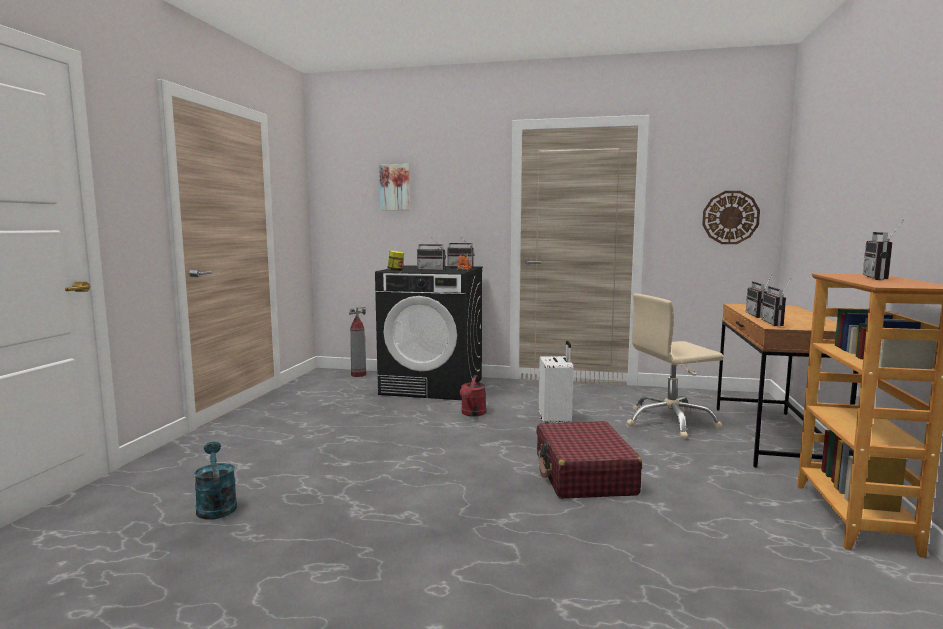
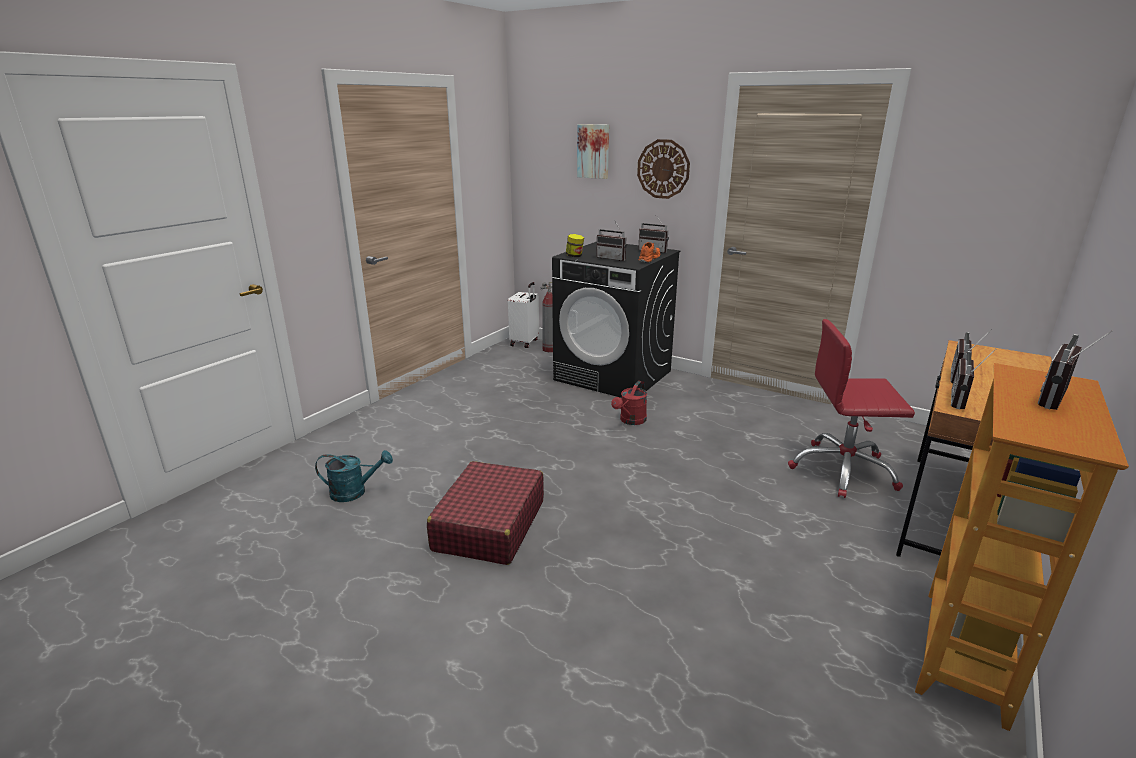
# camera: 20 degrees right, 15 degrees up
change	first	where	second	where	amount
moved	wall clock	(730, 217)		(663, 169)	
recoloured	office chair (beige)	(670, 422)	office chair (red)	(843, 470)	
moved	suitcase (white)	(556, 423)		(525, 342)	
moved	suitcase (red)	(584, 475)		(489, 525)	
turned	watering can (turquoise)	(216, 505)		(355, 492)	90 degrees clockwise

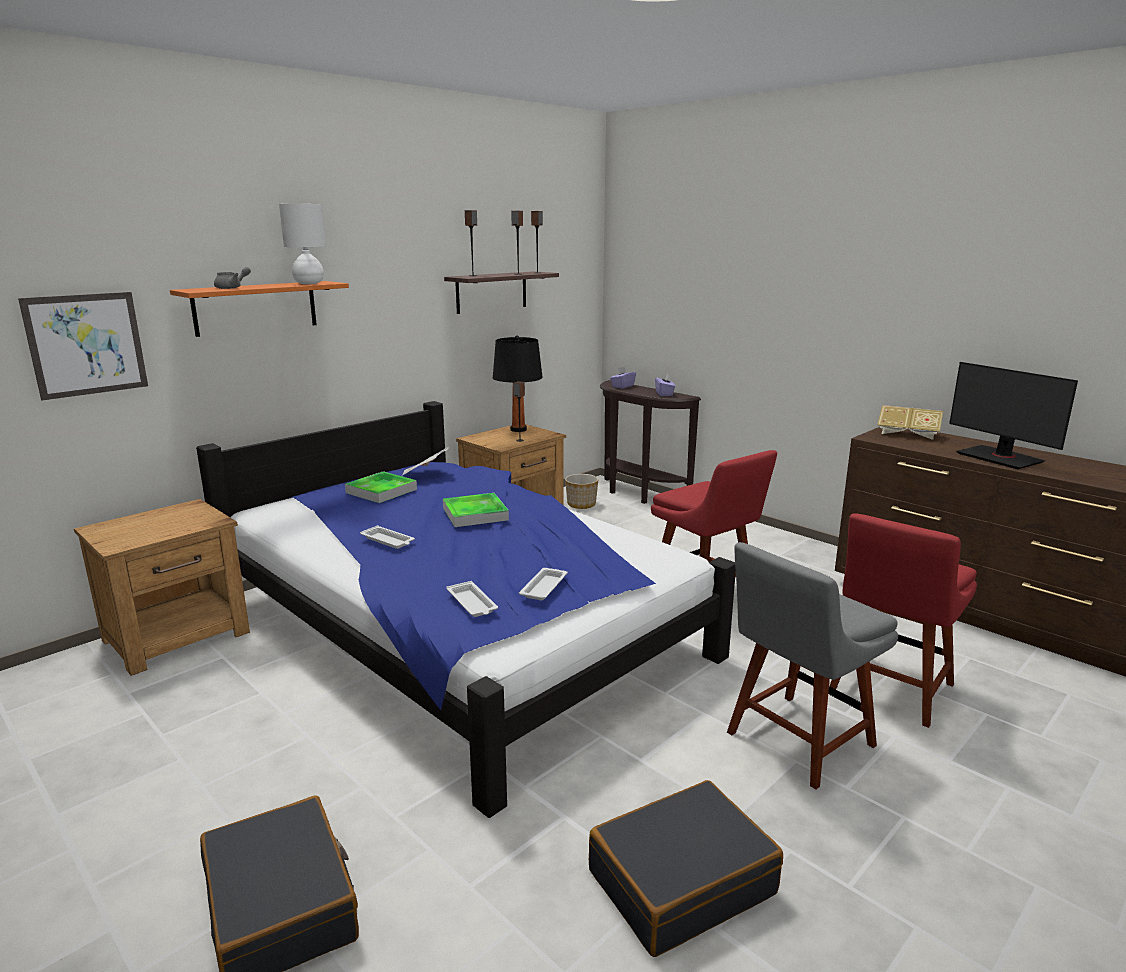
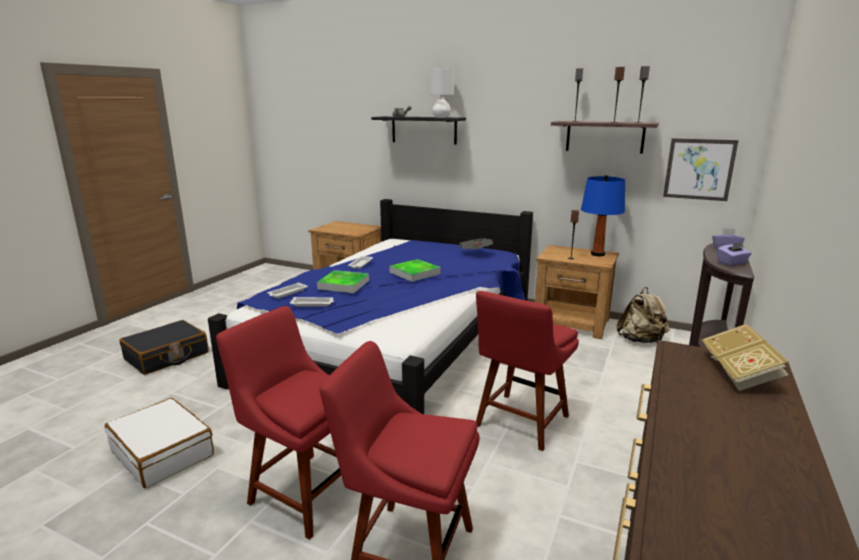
# camera: 70 degrees right, 0 degrees up
change	first	where	second	where	amount
recoloured	shelf (orange)	(256, 308)	shelf (black)	(423, 130)	
moved	picture	(86, 344)		(699, 169)	
recoloured	table lamp (black)	(518, 429)	table lamp (blue)	(597, 254)	
removed	monitor	(1000, 457)			
moved	tray	(381, 491)		(343, 284)	
replaced	planter	(581, 504)	backpack (beige)	(641, 340)	
recoloured	chair (grey)	(795, 742)	chair (red)	(305, 490)	
recoloured	suitcase (black)	(681, 881)	suitcase (white)	(163, 452)	

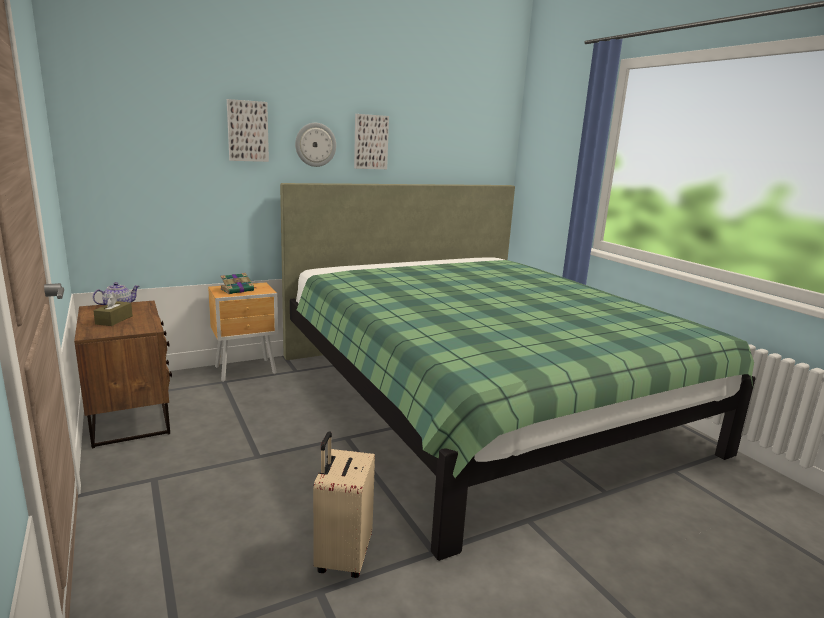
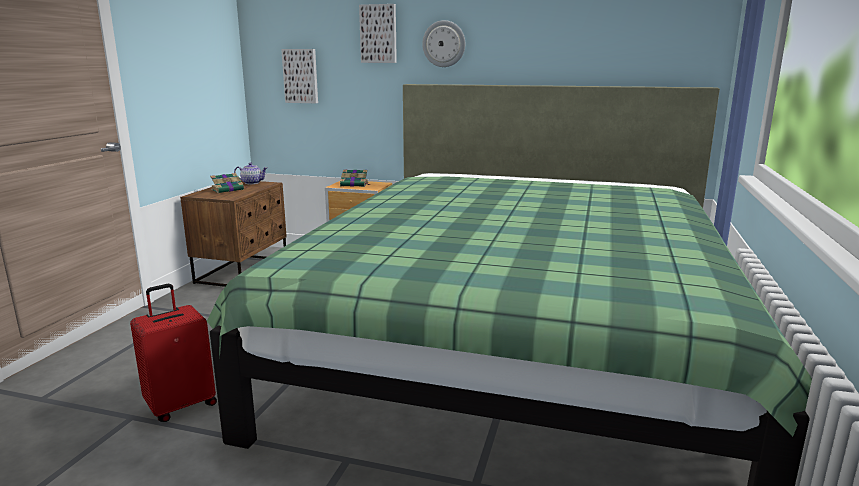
# camera: 45 degrees right, 0 degrees up
change	first	where	second	where	amount
moved	picture	(370, 142)		(301, 76)	
replaced	tissue box (brown)	(114, 320)	book	(228, 189)	
recoloured	suitcase (beige)	(342, 556)	suitcase (red)	(181, 405)	

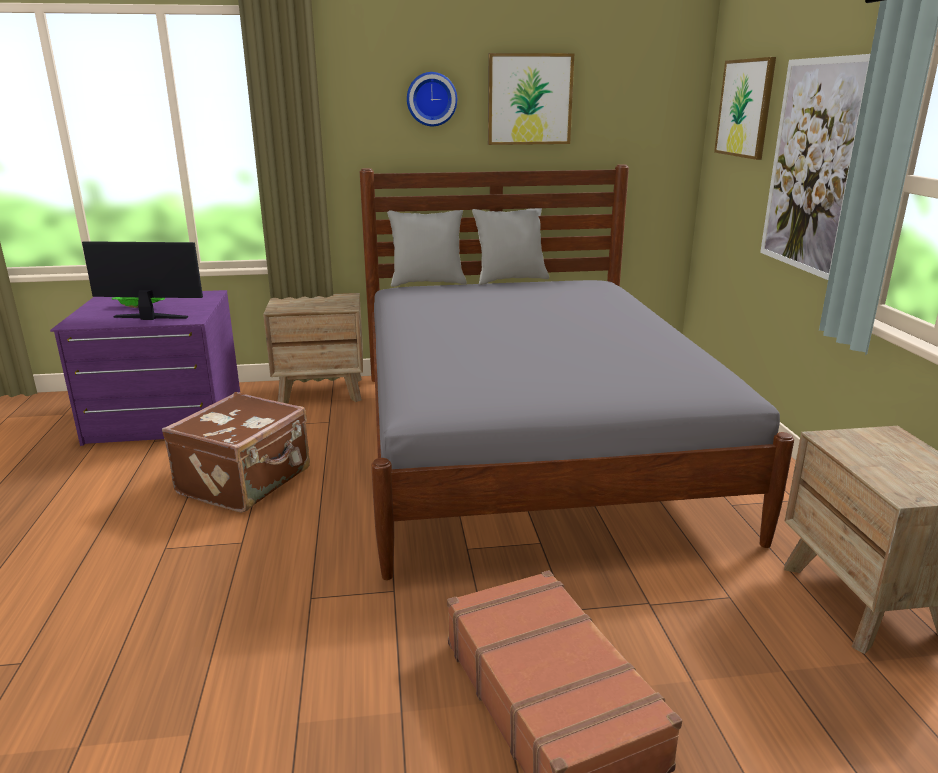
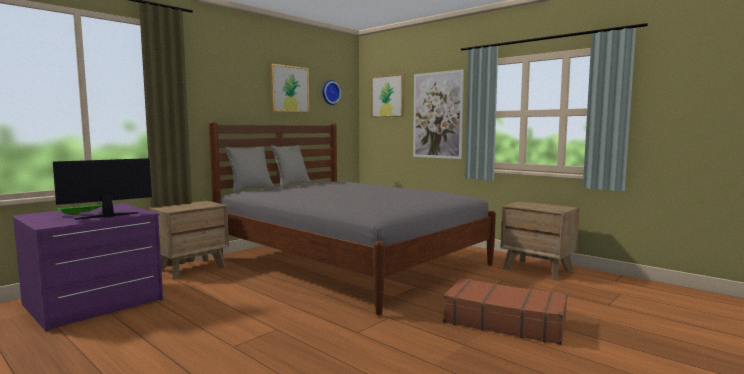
# camera: 40 degrees left, 15 degrees down
change	first	where	second	where	amount
moved	wall clock	(431, 99)		(330, 92)	
removed	suitcase (brown)	(246, 481)			

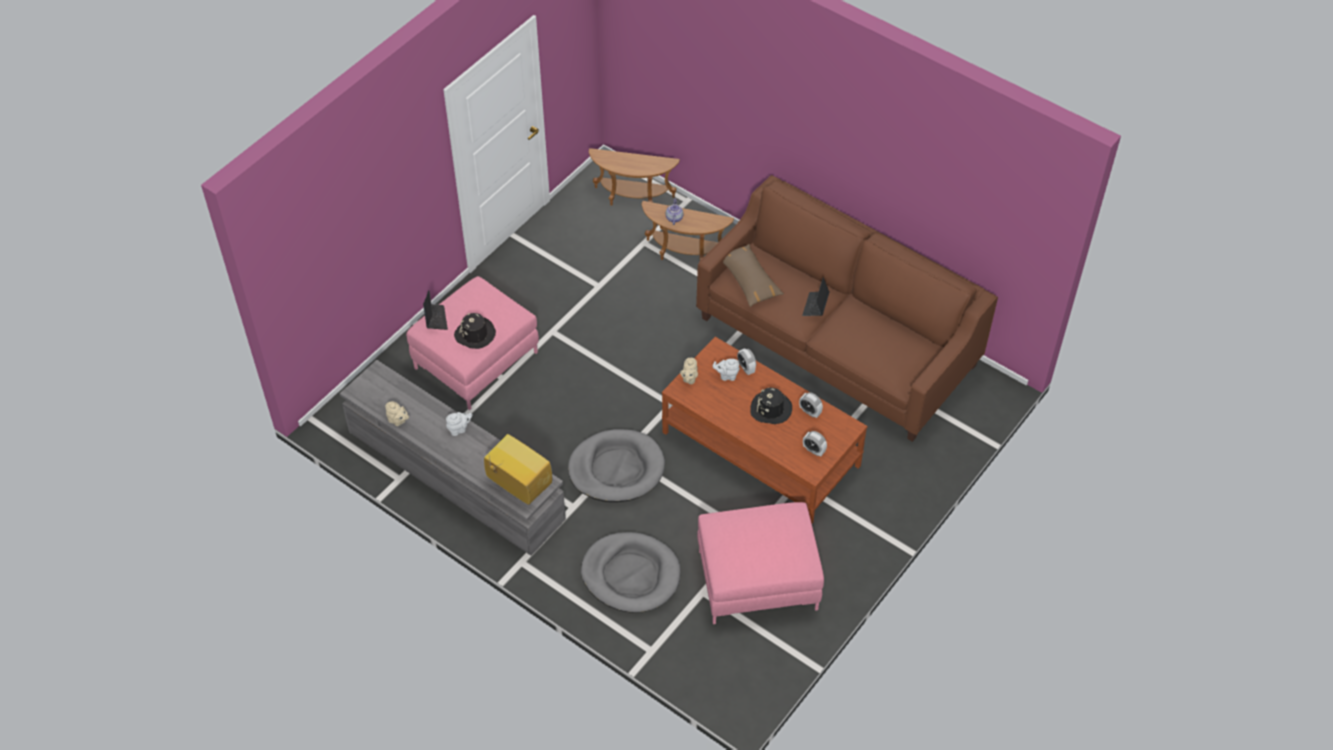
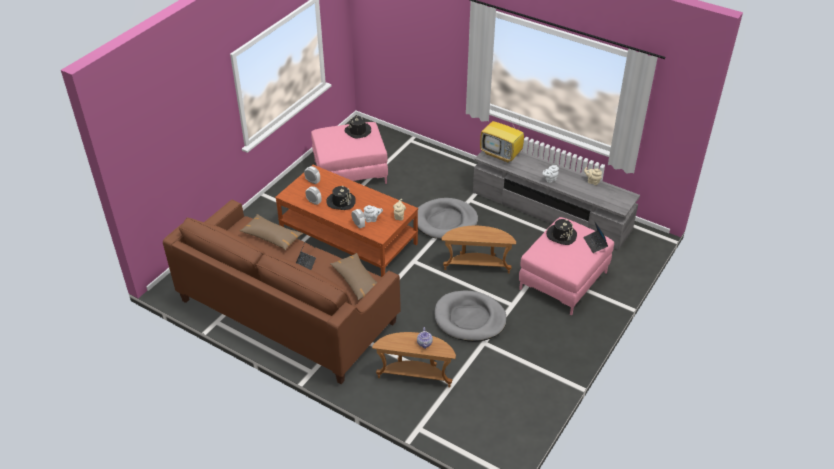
# camera: 175 degrees right, 10 degrees down
change	first	where	second	where	amount
moved	side table (brown)	(633, 198)		(477, 265)	
moved	dog bed (grey)	(631, 574)		(469, 319)	
added			hat (black)	(358, 131)	
added			pillow (brown)	(271, 237)	

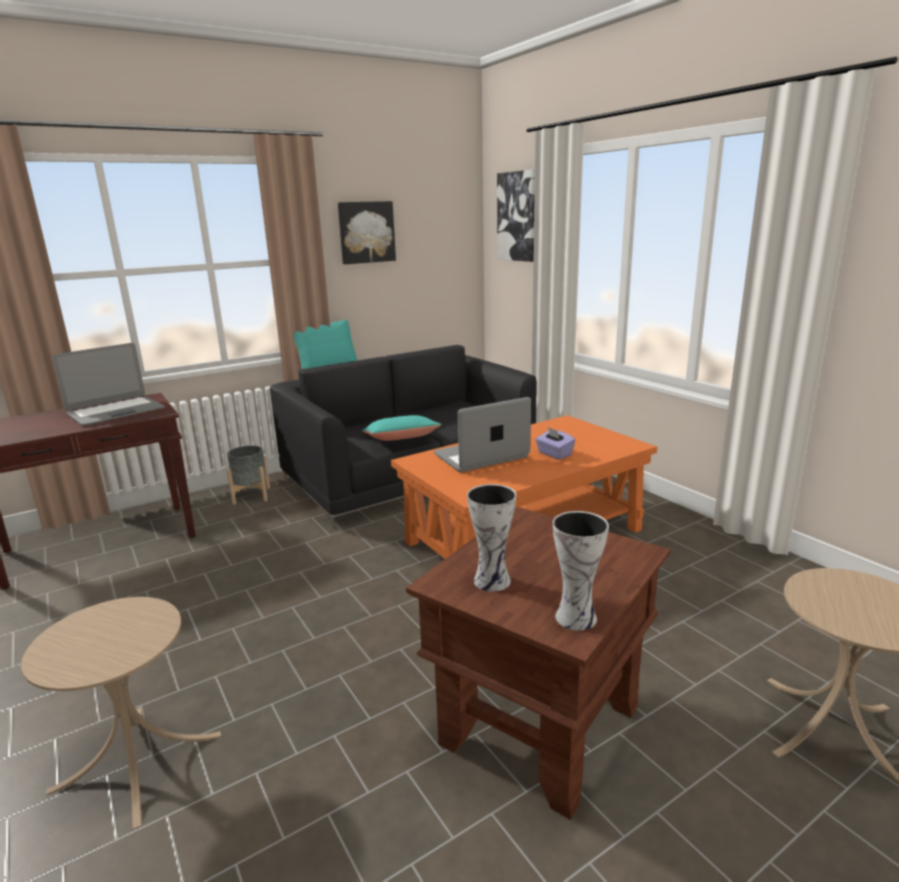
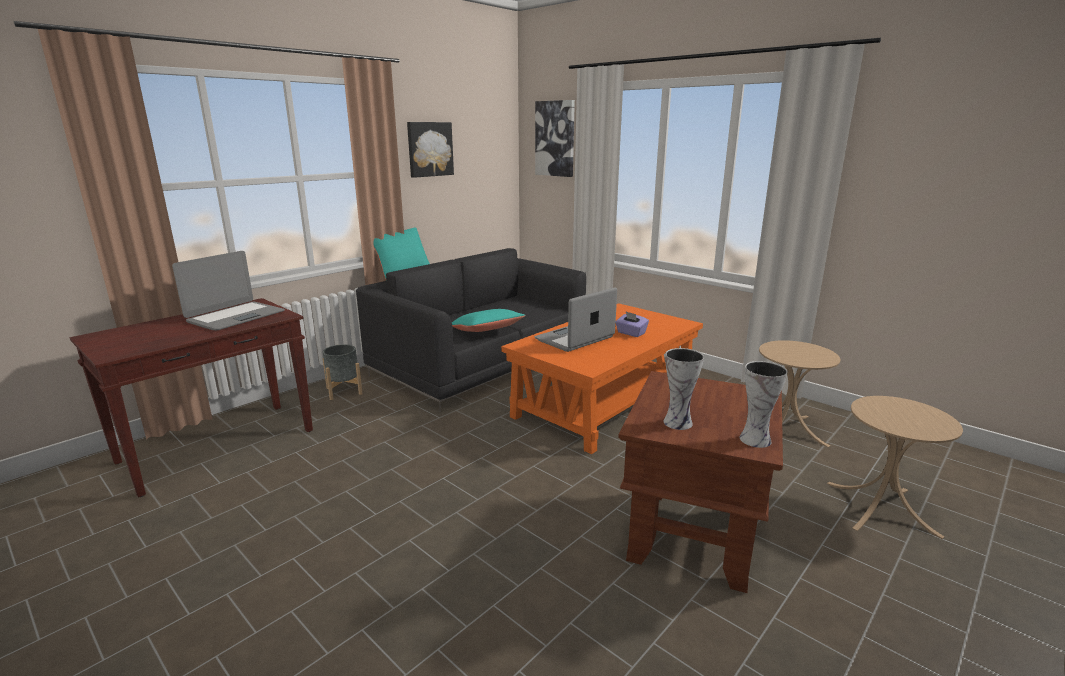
# camera: 15 degrees left, 0 degrees up
change	first	where	second	where	amount
moved	side table (beige)	(137, 762)		(785, 429)	

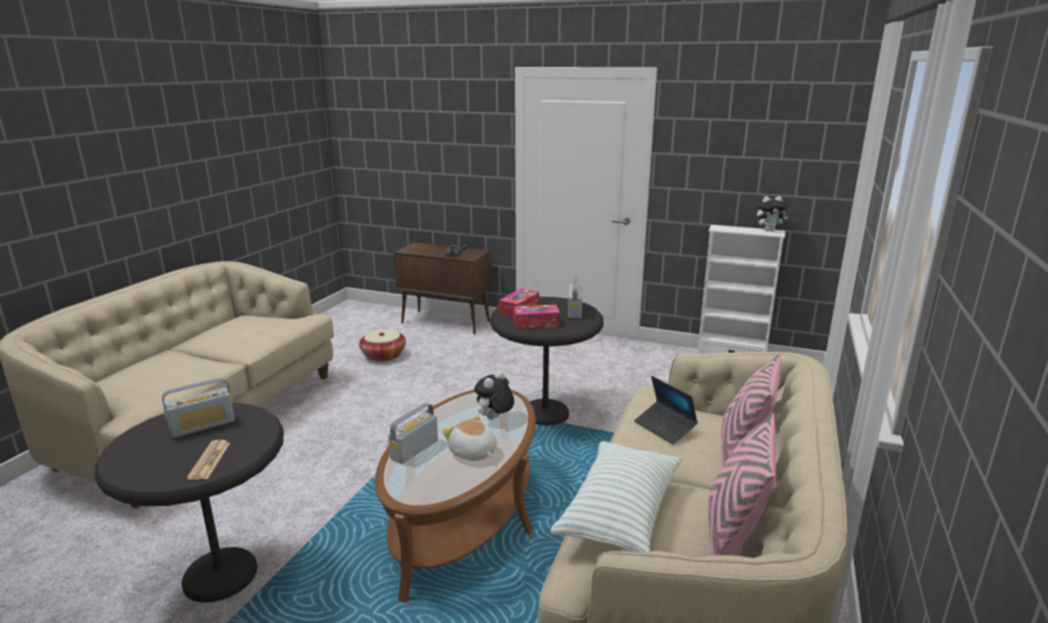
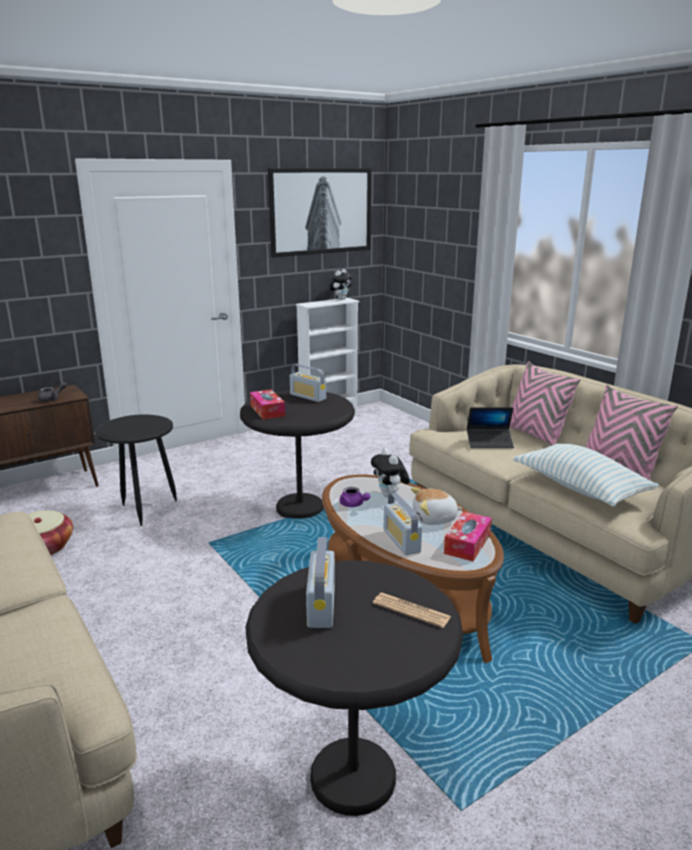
# camera: 55 degrees left, 0 degrees up
change	first	where	second	where	amount
moved	tissue box	(536, 323)		(467, 544)	
added			picture	(321, 211)	
added			side table (black)	(144, 509)	
added			teapot (purple)	(353, 505)	

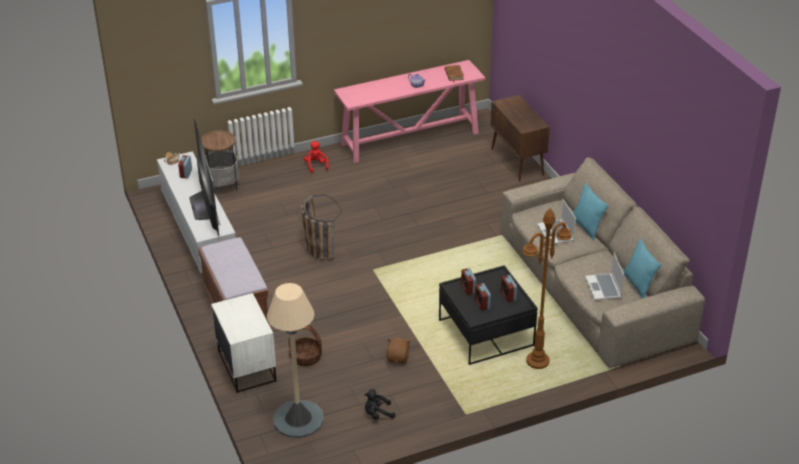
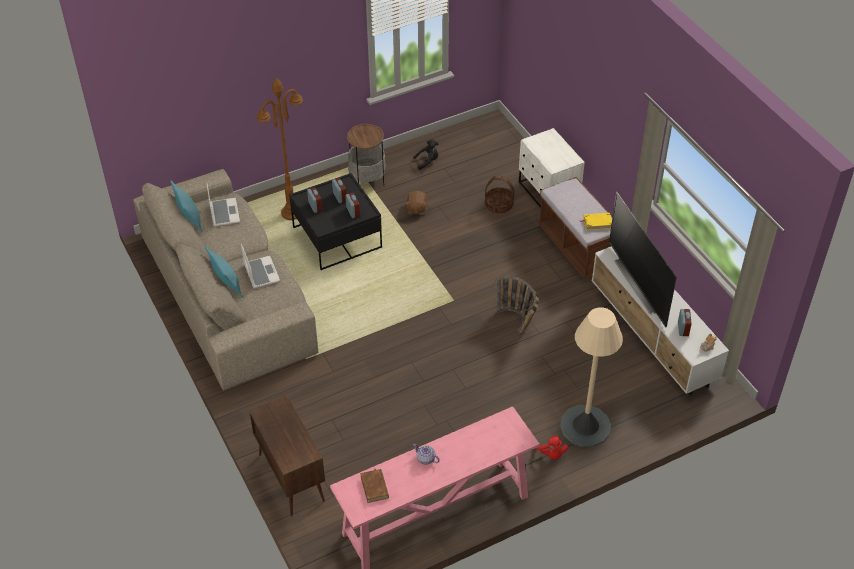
# camera: 175 degrees right, 10 degrees up
change	first	where	second	where	amount
moved	side table	(223, 186)		(367, 179)	
moved	floor lamp (beige)	(298, 419)		(585, 426)	
added			book (yellow)	(597, 222)	

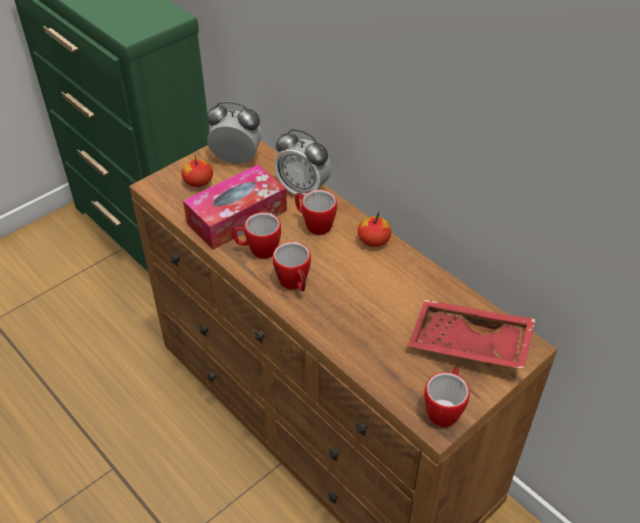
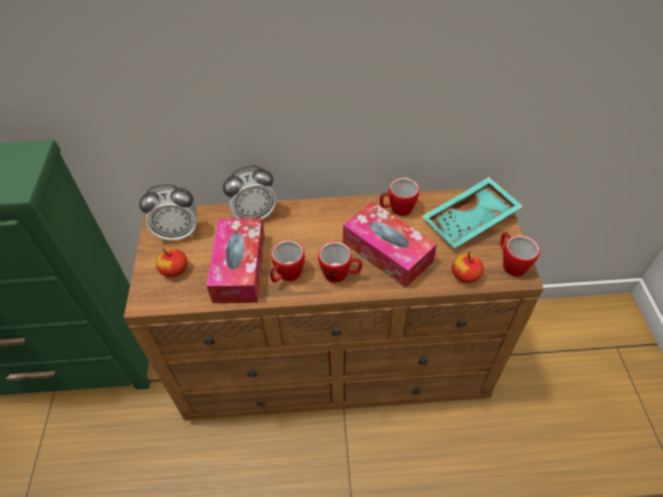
# camera: 50 degrees left, 5 degrees up
change	first	where	second	where	amount
turned	alarm clock	(236, 160)		(178, 233)	150 degrees counterclockwise
moved	mug	(314, 224)		(397, 209)	
moved	apple	(373, 240)		(465, 275)	
recoloured	tray (red)	(468, 345)	tray (turquoise)	(471, 221)	
added			tissue box	(387, 252)	

